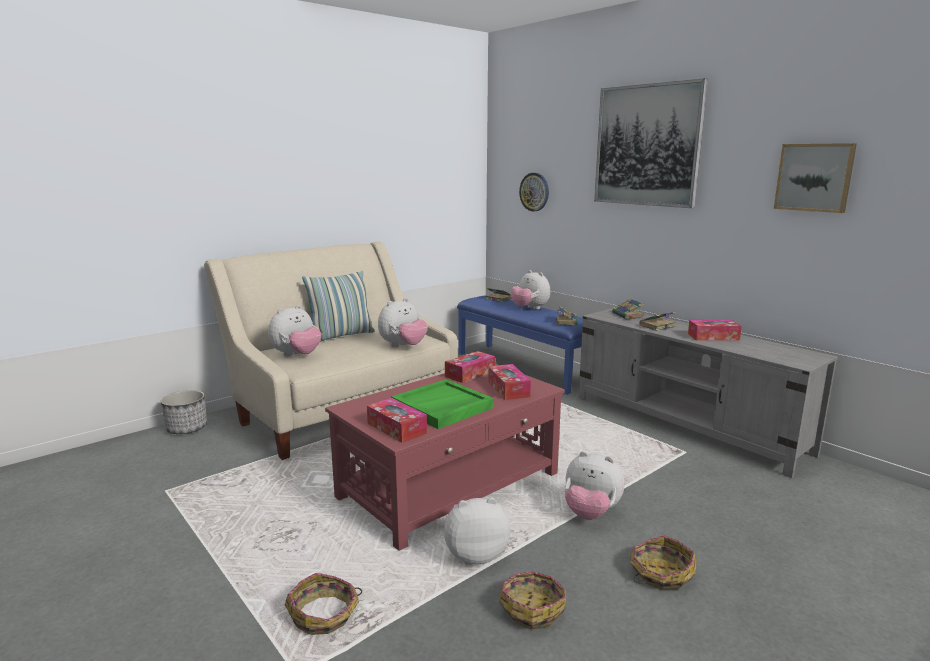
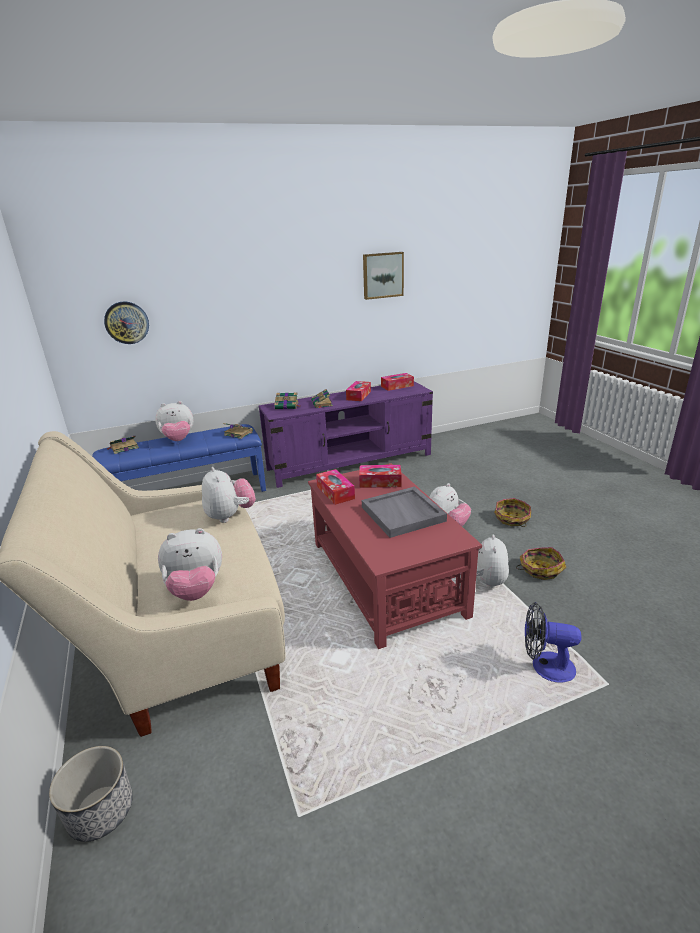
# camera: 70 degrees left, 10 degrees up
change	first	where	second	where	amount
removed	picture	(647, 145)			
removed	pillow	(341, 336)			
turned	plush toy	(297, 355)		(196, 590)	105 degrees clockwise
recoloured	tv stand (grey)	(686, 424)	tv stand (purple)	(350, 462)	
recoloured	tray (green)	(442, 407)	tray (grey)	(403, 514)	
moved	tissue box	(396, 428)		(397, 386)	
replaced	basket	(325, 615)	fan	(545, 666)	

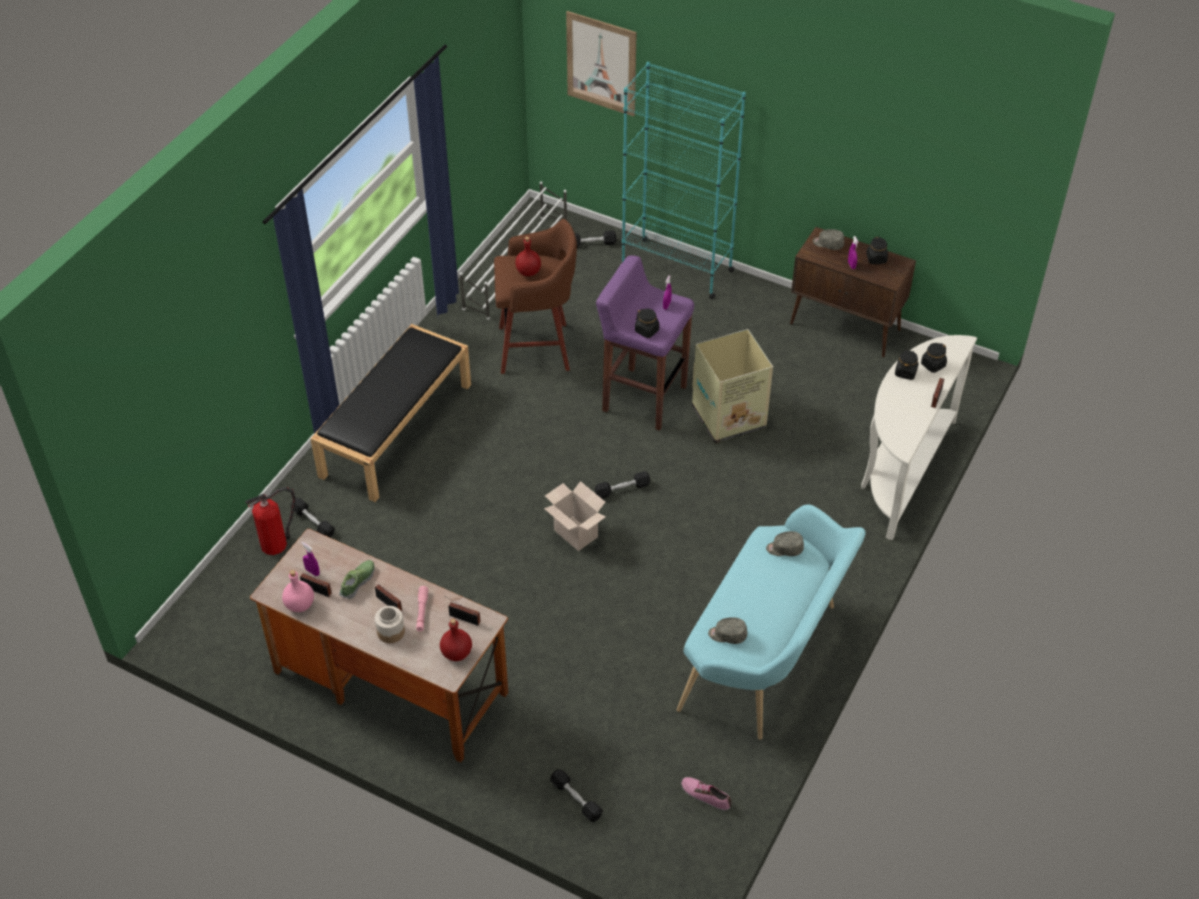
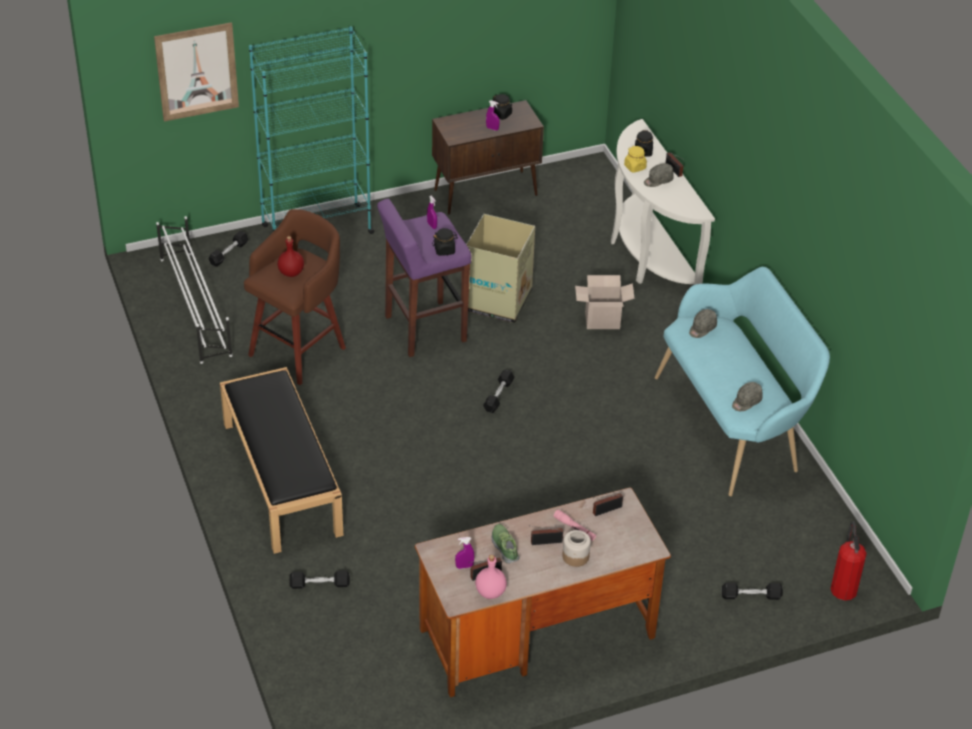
# camera: 50 degrees left, 5 degrees down
change	first	where	second	where	amount
moved	cap (grey)	(828, 244)		(658, 180)	
recoloured	jar (black)	(905, 372)	jar (yellow)	(634, 167)	
moved	cardboard box	(574, 533)		(601, 322)	
moved	fire extinguisher	(276, 543)		(843, 587)	
removed	bottle (red)	(456, 653)			
removed	shoe	(706, 795)			

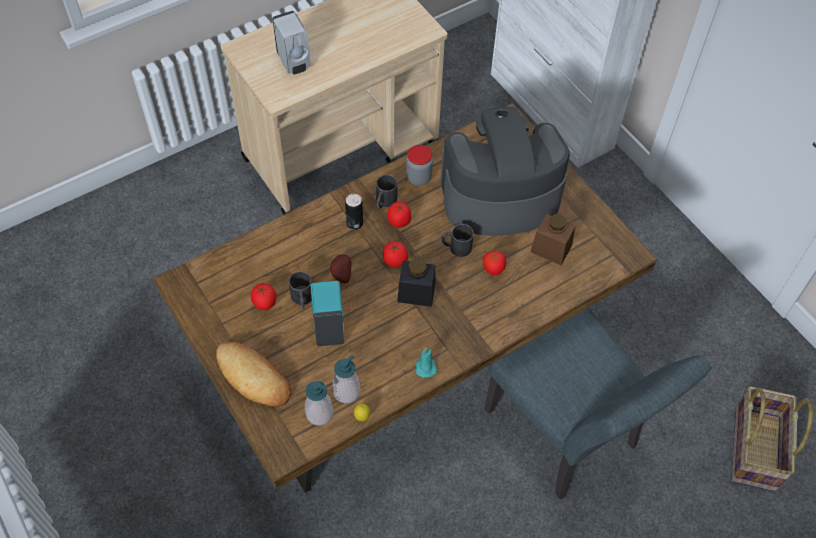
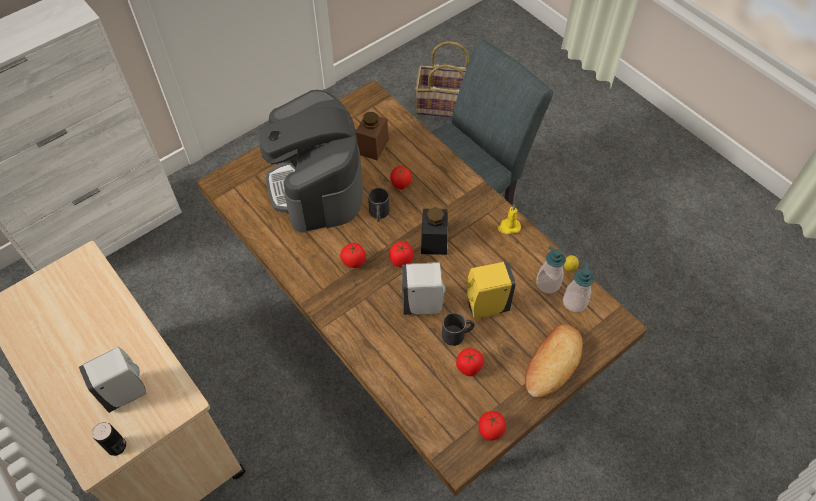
# camera: 95 degrees left, 0 degrees up
change	first	where	second	where	amount
removed	jar	(418, 177)			
removed	mug (black)	(384, 202)			
moved	can	(354, 223)		(116, 446)	
replaced	potato	(340, 274)	soap dispenser (white)	(423, 304)	
recoloured	soap dispenser (turquoise)	(329, 327)	soap dispenser (yellow)	(485, 306)	
recoloured	candle (turquoise)	(425, 366)	candle (yellow)	(509, 227)	
added			tomato	(490, 430)	

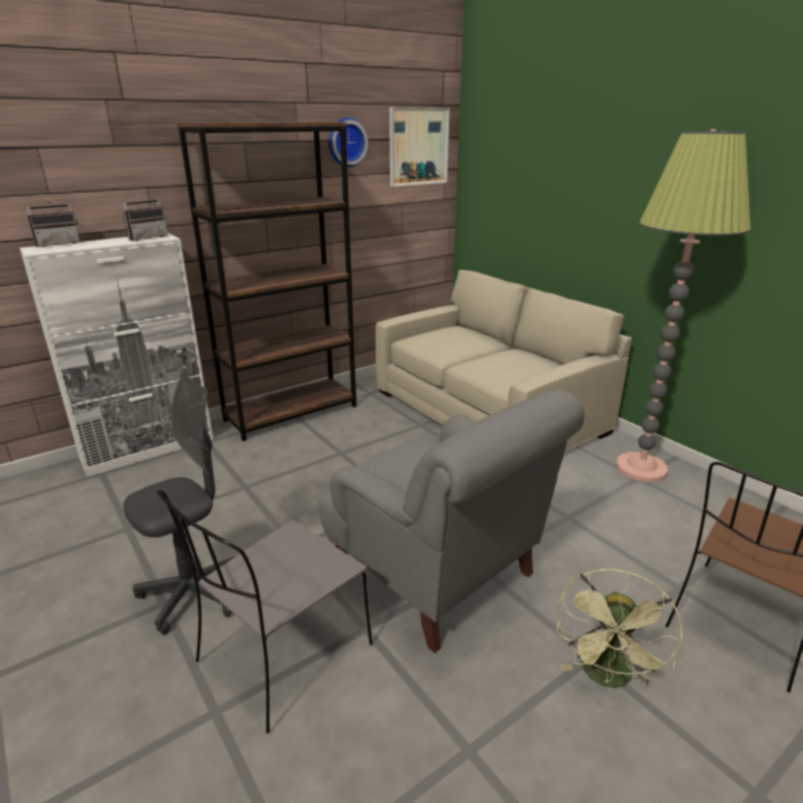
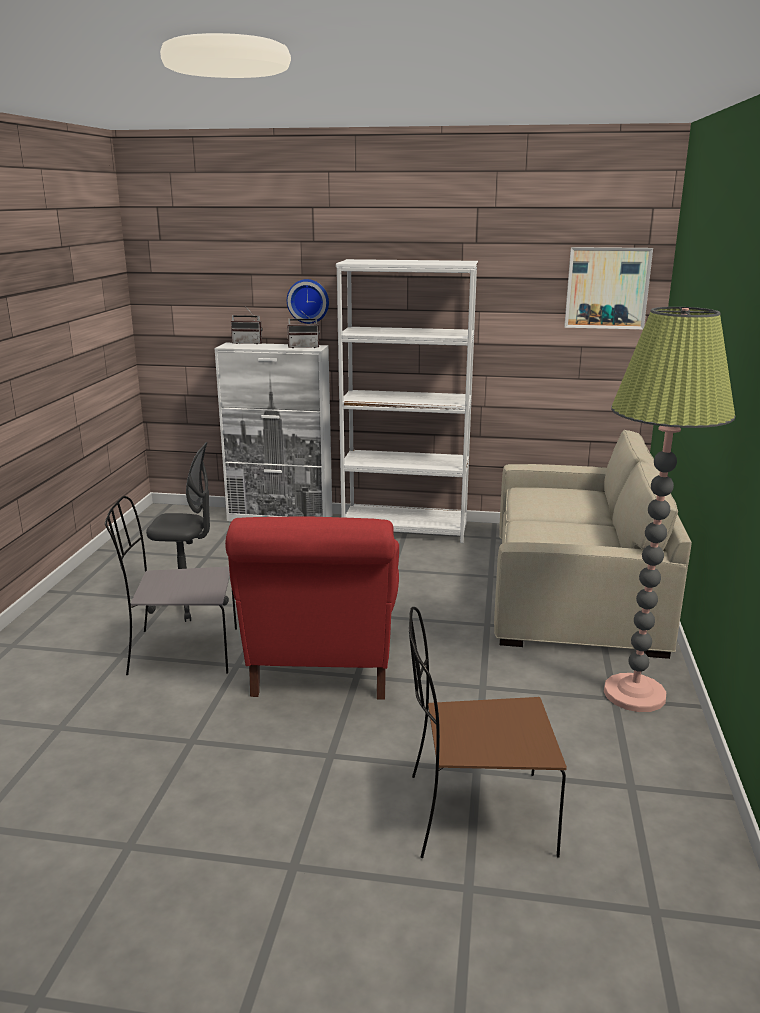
# camera: 45 degrees right, 5 degrees down
change	first	where	second	where	amount
moved	wall clock	(346, 142)		(308, 301)	
recoloured	bookcase (brown)	(291, 413)	bookcase (white)	(405, 529)	
recoloured	armchair (grey)	(438, 575)	armchair (red)	(322, 666)	
removed	fan (green)	(607, 678)			

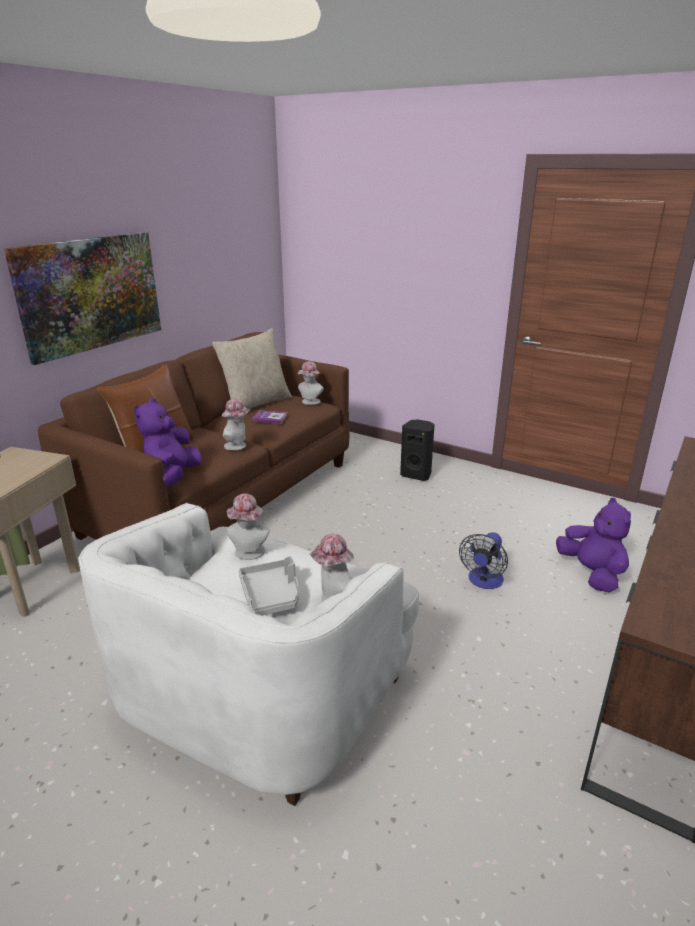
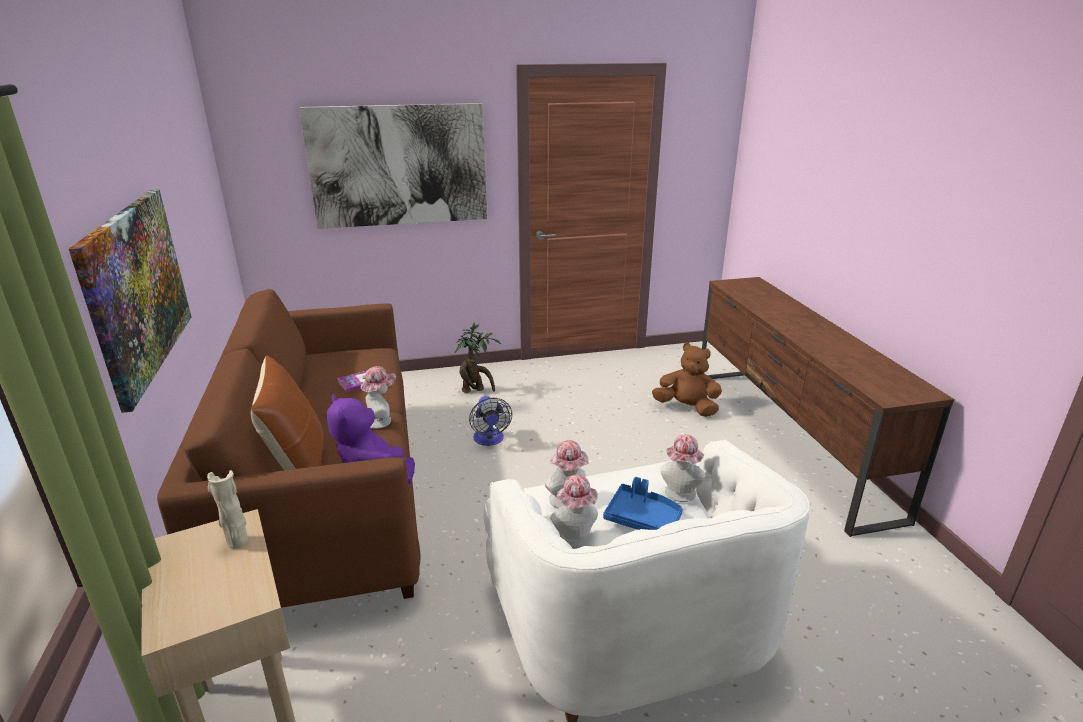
# camera: 45 degrees left, 0 degrees up
change	first	where	second	where	amount
removed	pillow (beige)	(256, 403)			
moved	hat	(310, 402)		(575, 539)	
replaced	speaker (black)	(417, 474)	potted plant	(476, 390)	
recoloured	plush toy (purple)	(591, 573)	plush toy (brown)	(687, 408)	
moved	fan	(483, 582)		(489, 440)	
recoloured	tray (grey)	(271, 595)	tray (blue)	(643, 518)	
added			picture	(398, 166)	
added			vase (beige)	(238, 542)	

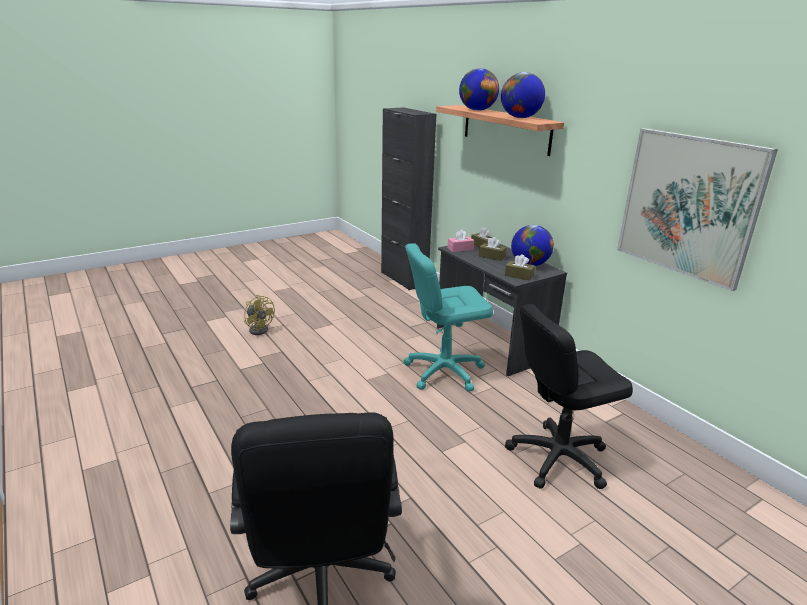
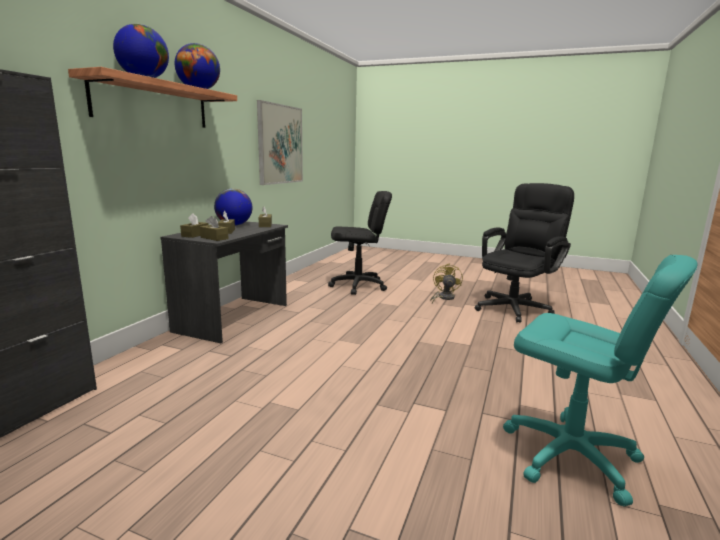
# camera: 125 degrees left, 10 degrees down
change	first	where	second	where	amount
recoloured	tissue box (pink)	(460, 249)	tissue box (brown)	(214, 238)	
moved	office chair (turquoise)	(444, 371)		(570, 456)	
moved	fan (yellow)	(260, 329)		(443, 298)	
turned	office chair (black)	(558, 458)		(358, 286)	45 degrees counterclockwise

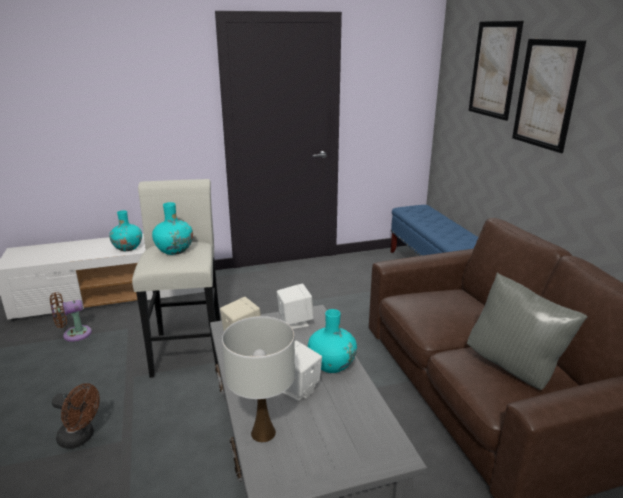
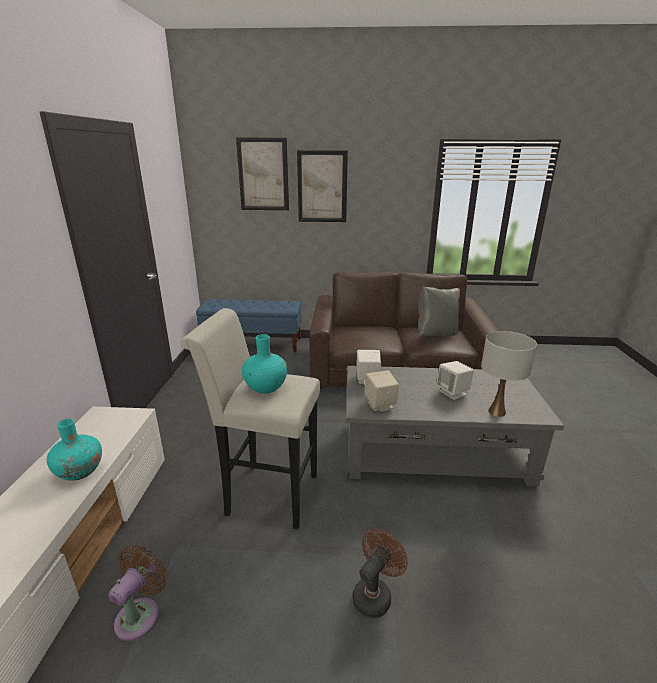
# camera: 70 degrees left, 0 degrees up
change	first	where	second	where	amount
turned	fan (brown)	(74, 334)		(141, 614)	150 degrees counterclockwise
removed	vase (turquoise)	(331, 364)			

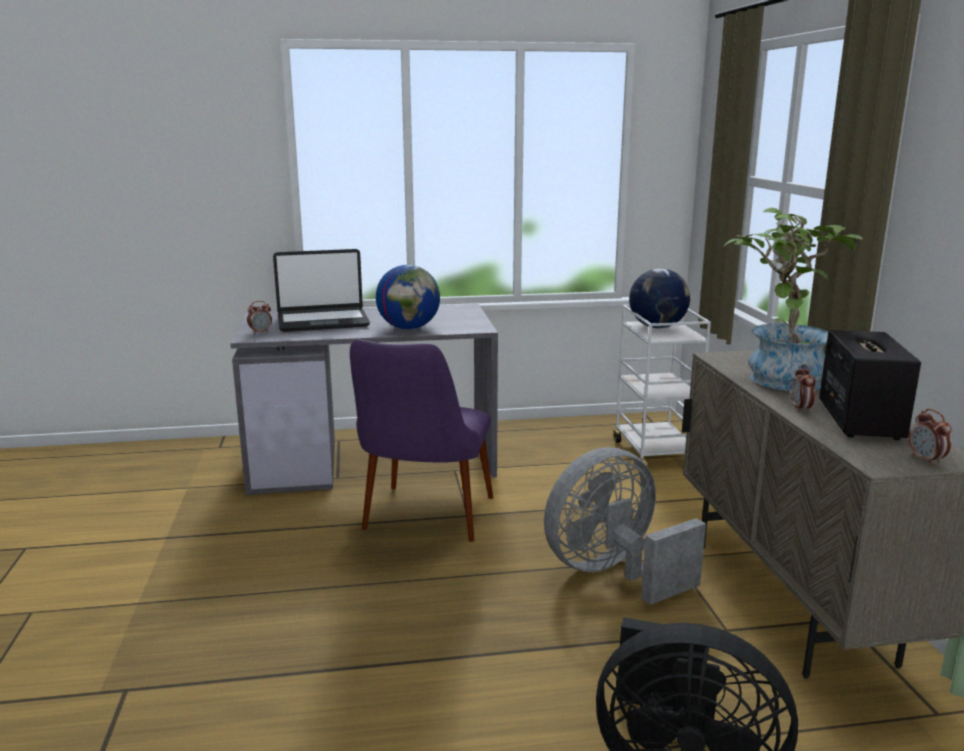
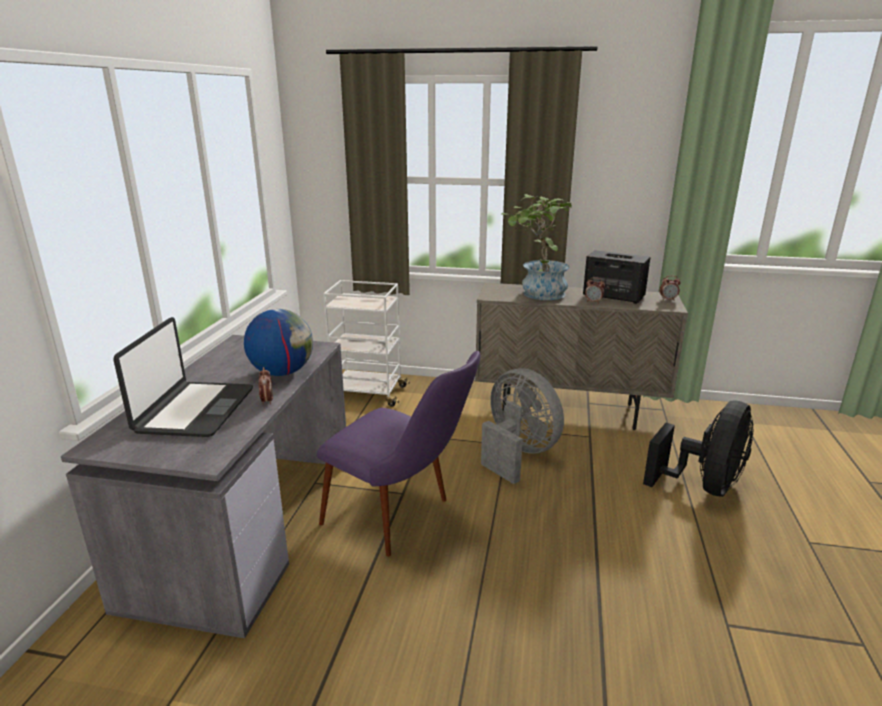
# camera: 70 degrees left, 5 degrees up
change	first	where	second	where	amount
removed	globe	(658, 327)			
moved	alarm clock	(260, 332)		(267, 401)	
turned	fan (grey)	(613, 573)		(517, 453)	150 degrees clockwise

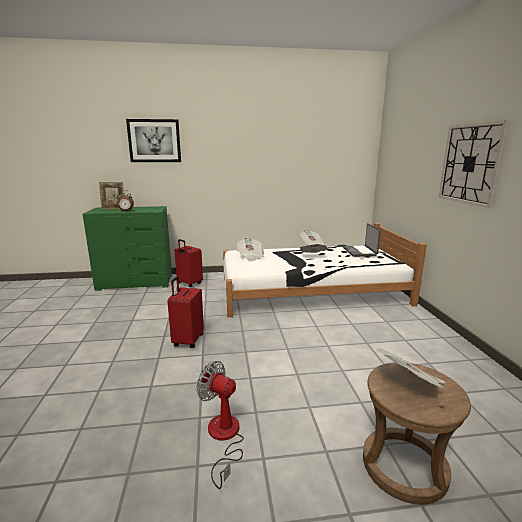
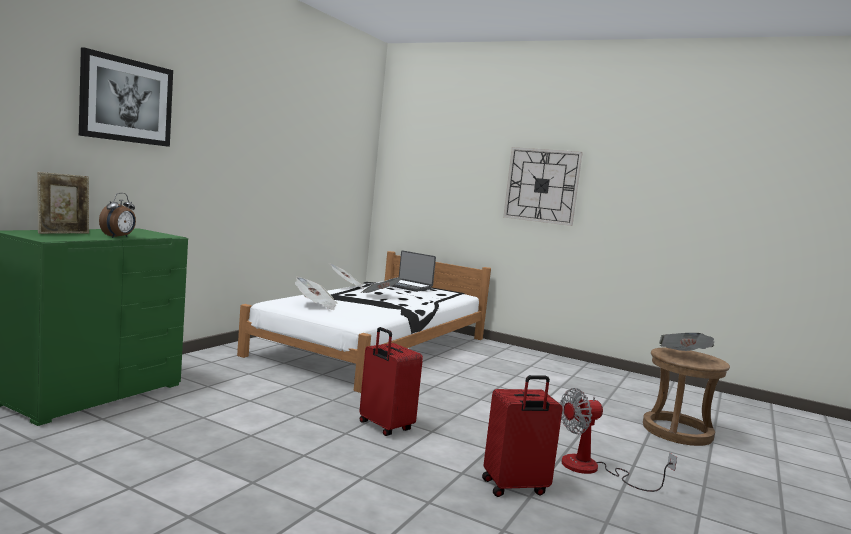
# camera: 55 degrees left, 10 degrees down
change	first	where	second	where	amount
moved	suitcase (red)	(189, 283)		(515, 488)	

